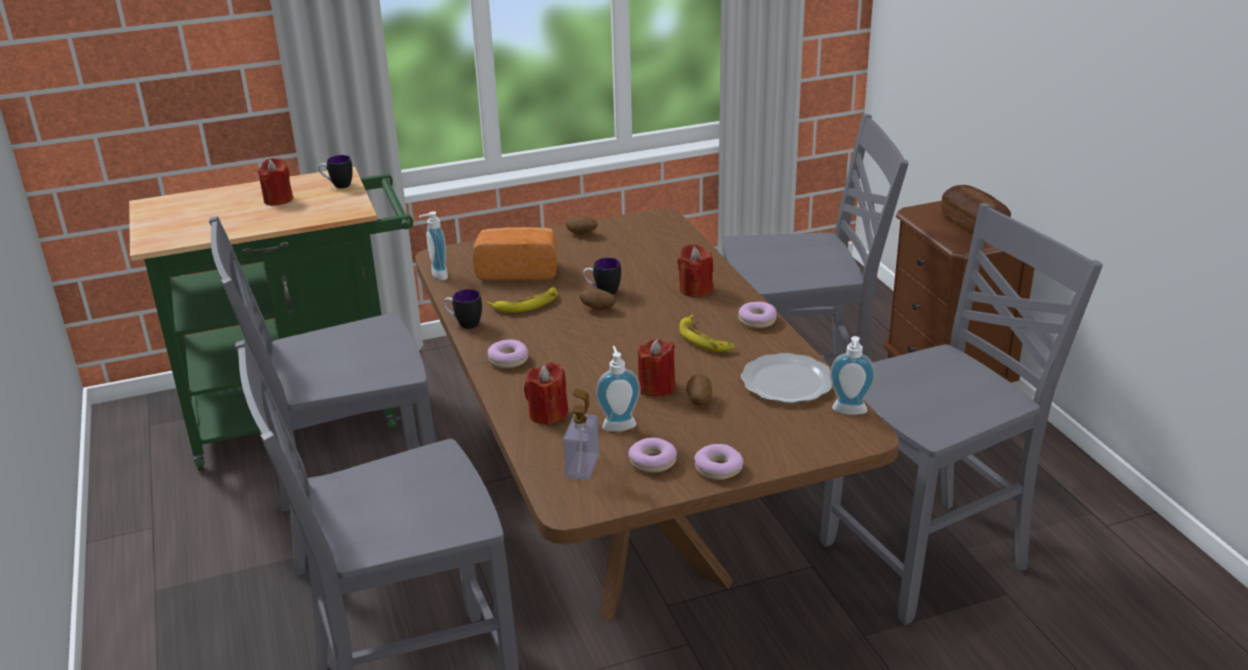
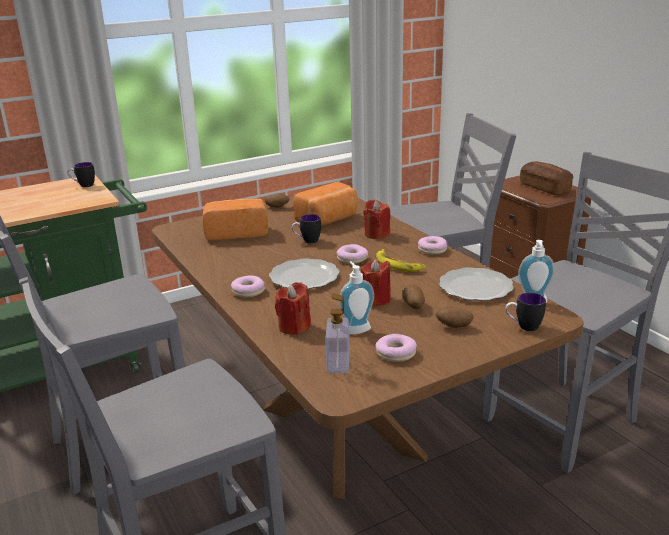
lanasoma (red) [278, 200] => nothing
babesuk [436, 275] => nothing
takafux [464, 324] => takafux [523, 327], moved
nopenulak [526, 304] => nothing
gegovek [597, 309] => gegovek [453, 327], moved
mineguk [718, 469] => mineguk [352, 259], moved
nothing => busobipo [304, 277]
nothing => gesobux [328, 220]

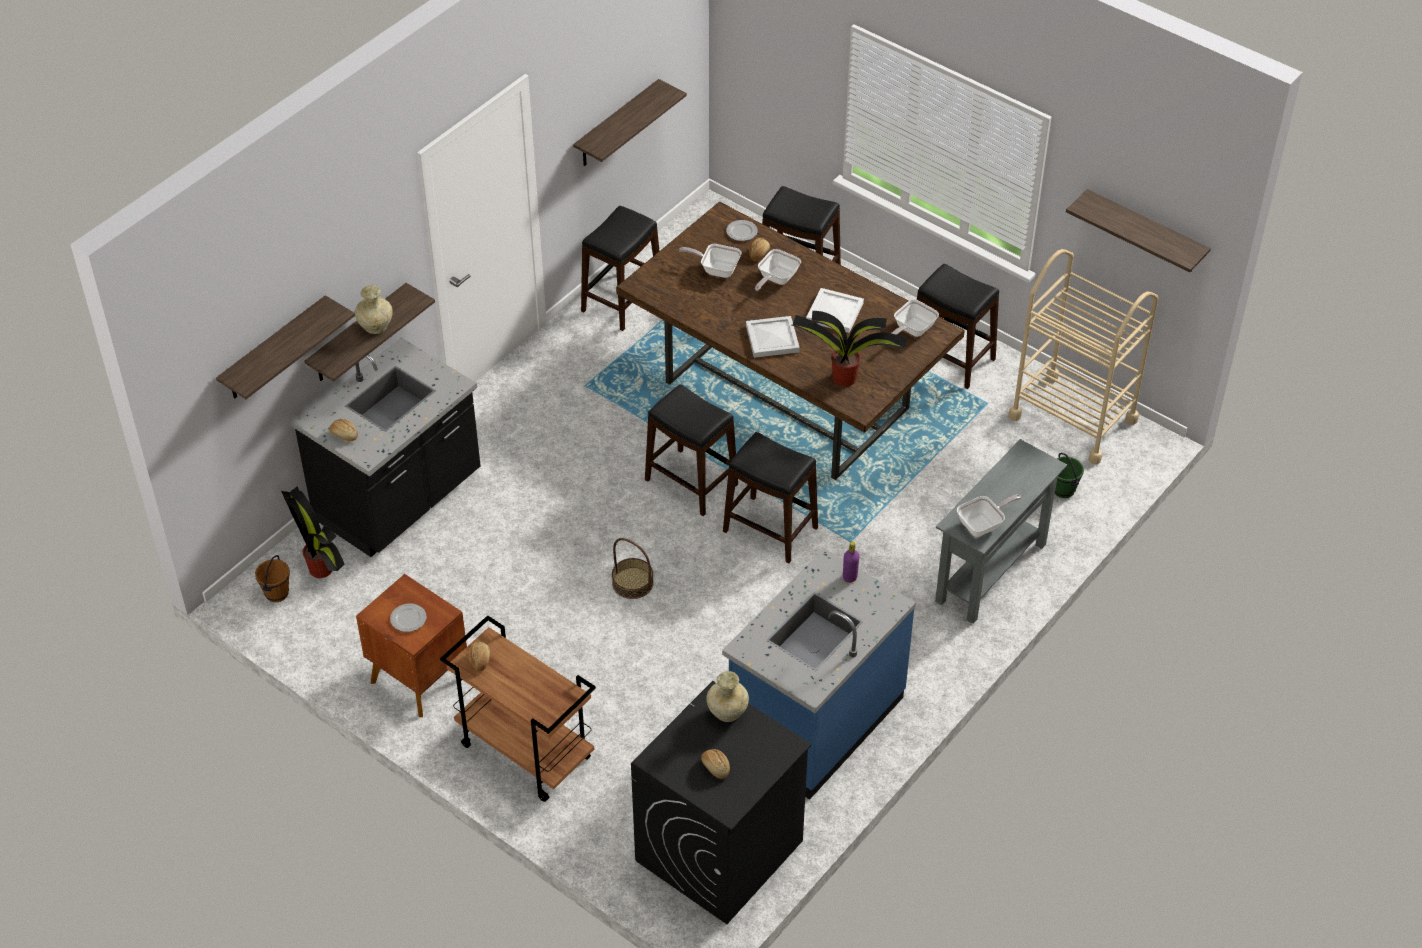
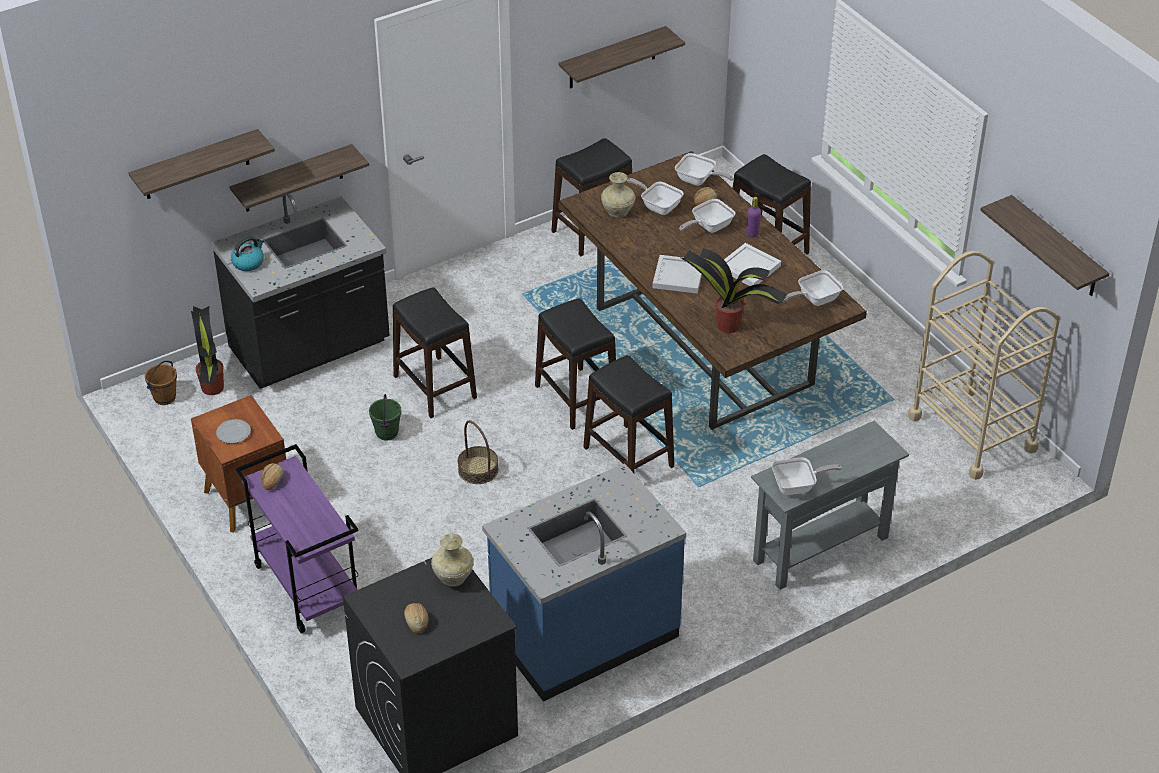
gesobux [344, 434] => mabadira [248, 262]
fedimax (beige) [375, 327] => fedimax (beige) [617, 212], moved
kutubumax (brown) [524, 751] => kutubumax (purple) [306, 586]
busobipo [742, 232] => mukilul [698, 181]
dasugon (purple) [850, 577] => dasugon (purple) [752, 234], moved
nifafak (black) [951, 358] => nifafak (black) [435, 386], moved
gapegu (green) [1064, 490] => gapegu (green) [387, 433], moved

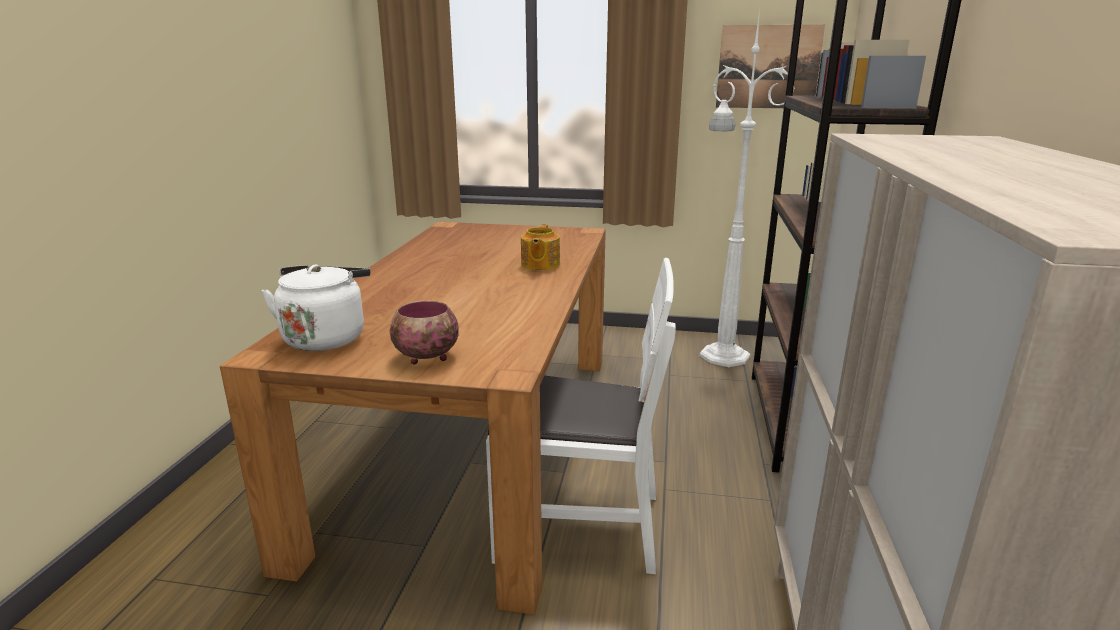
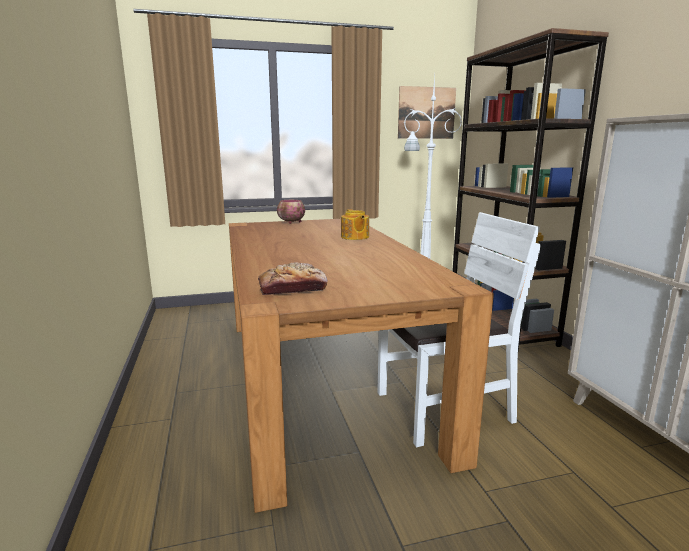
mabadira (white) [326, 337] => gesobux [292, 289]
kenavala [425, 357] => kenavala [291, 222], moved

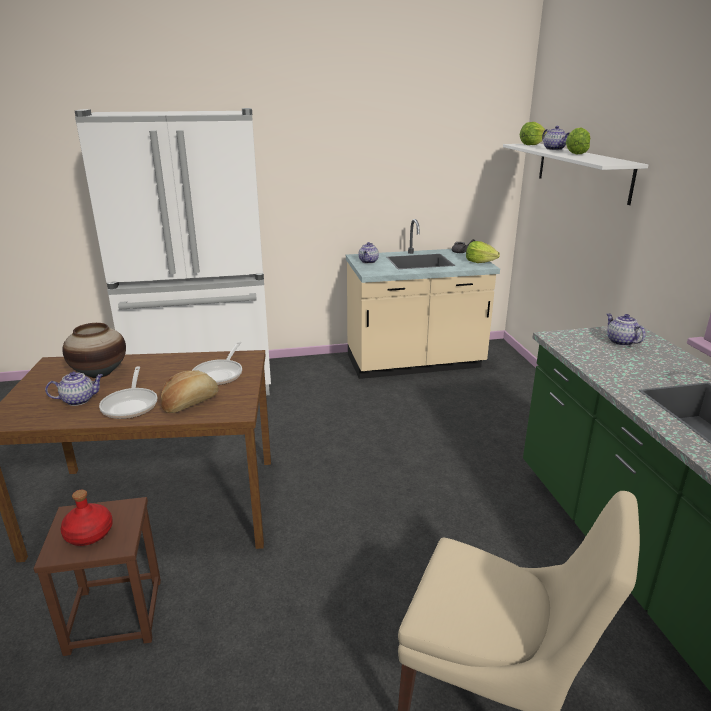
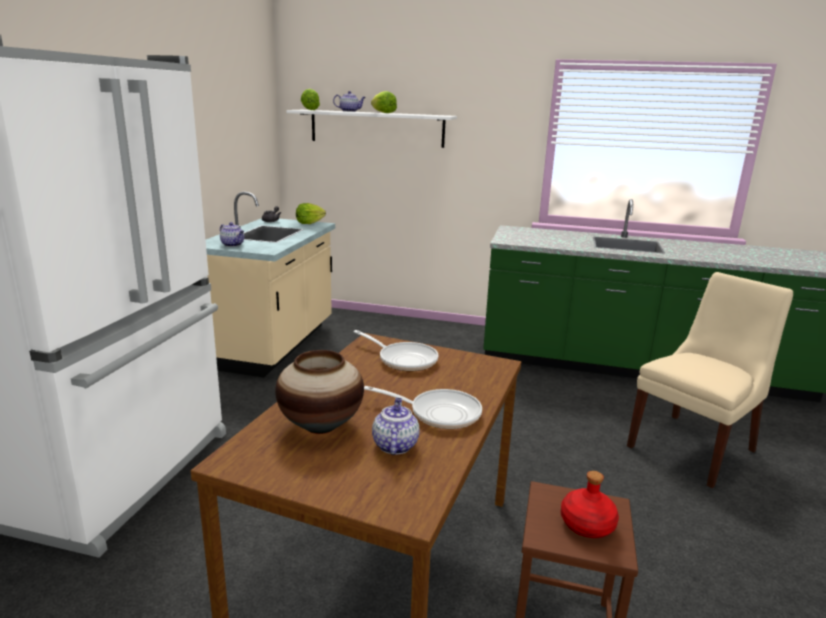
gesobux [190, 403] => nothing
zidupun [620, 341] => nothing

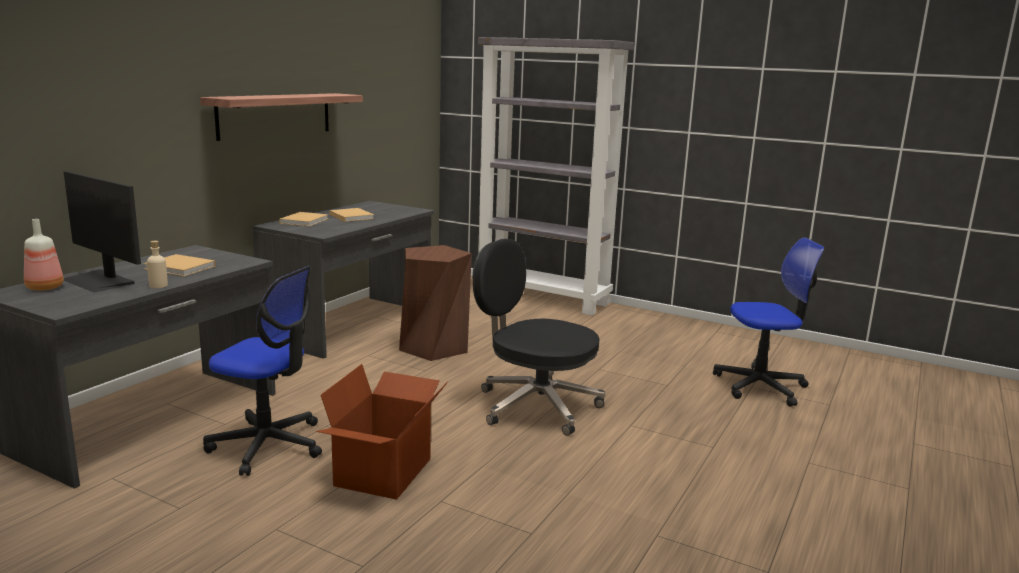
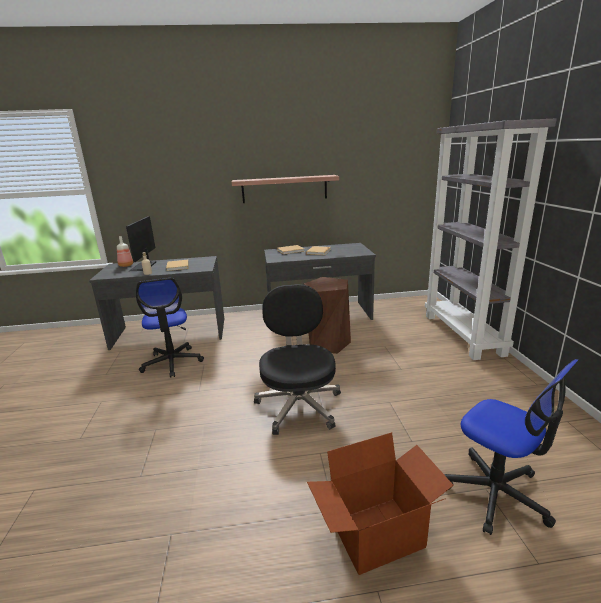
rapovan [385, 472] => rapovan [378, 535], moved

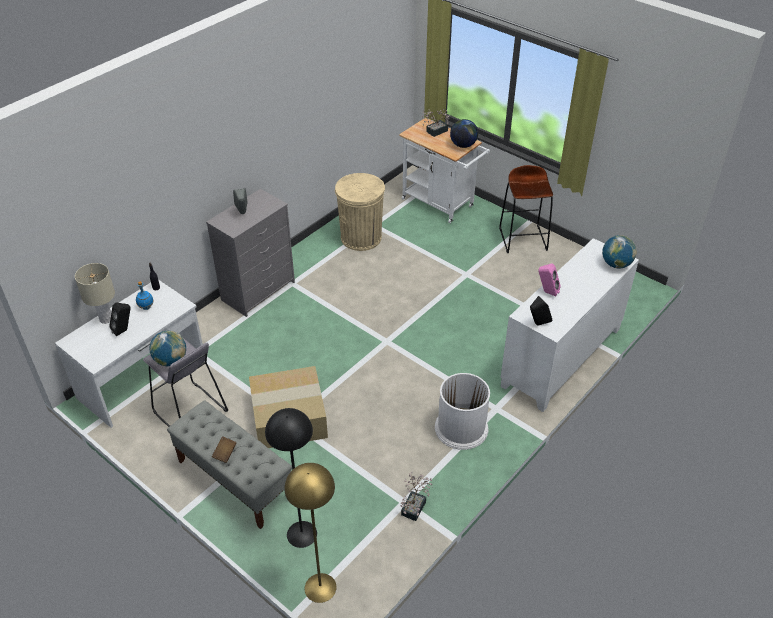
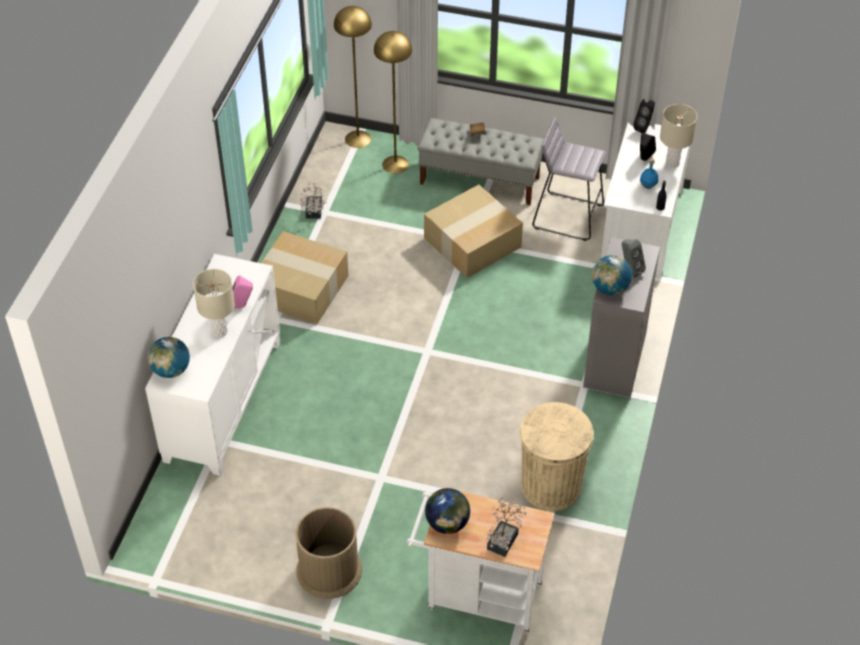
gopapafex [171, 360] => gopapafex [610, 289], moved
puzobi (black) [302, 534] => puzobi (yellow) [395, 164]
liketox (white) [461, 428] => rapovan [302, 288]
nifafak (brown) [523, 239] => liketox (brown) [329, 570]
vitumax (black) [538, 324] => vitumax (black) [644, 127], moved
nothing => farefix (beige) [220, 332]

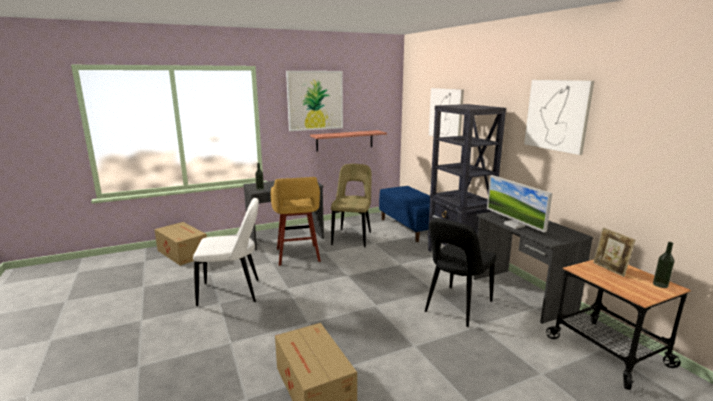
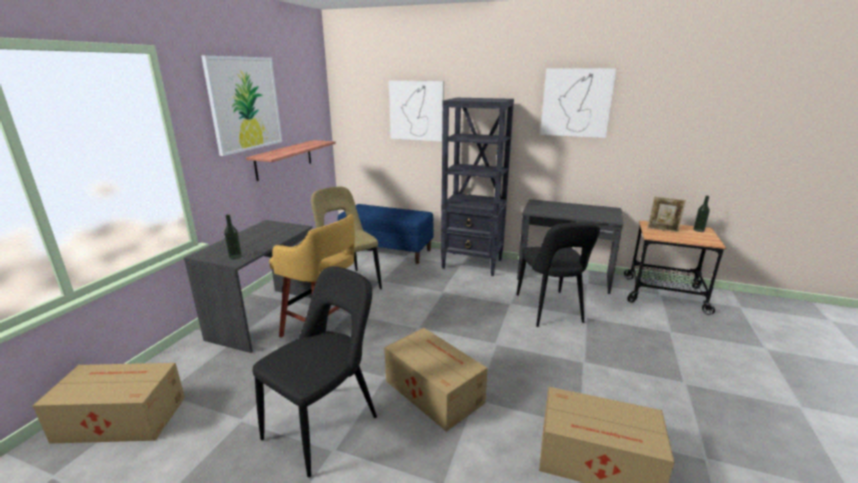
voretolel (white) [233, 292] => voretolel (black) [325, 424]
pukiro [514, 225] => nothing
nothing => rapovan [433, 390]

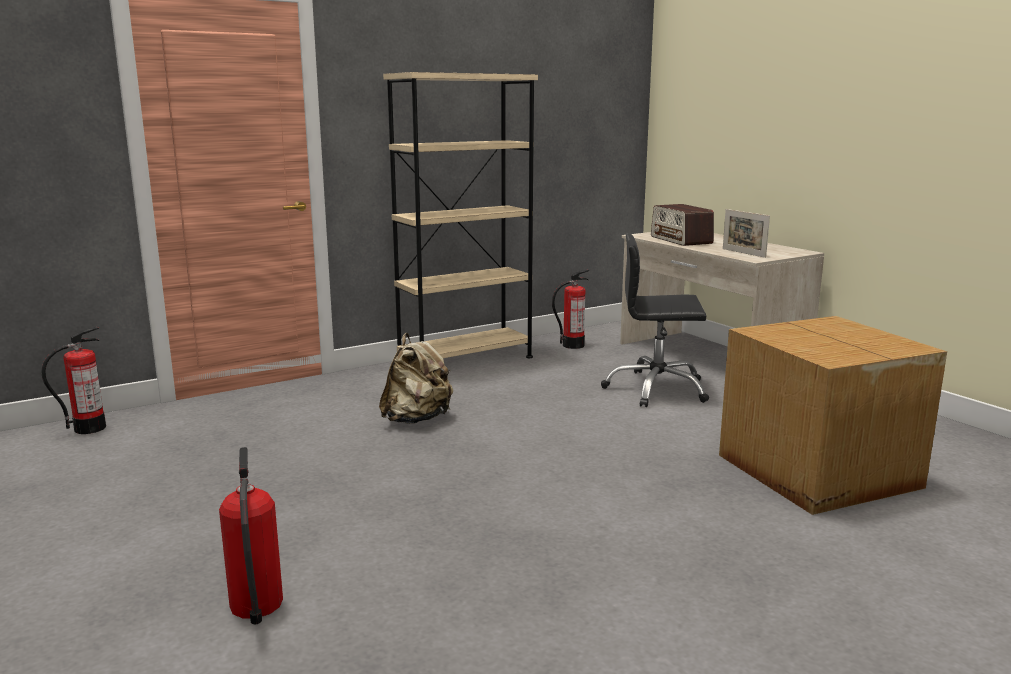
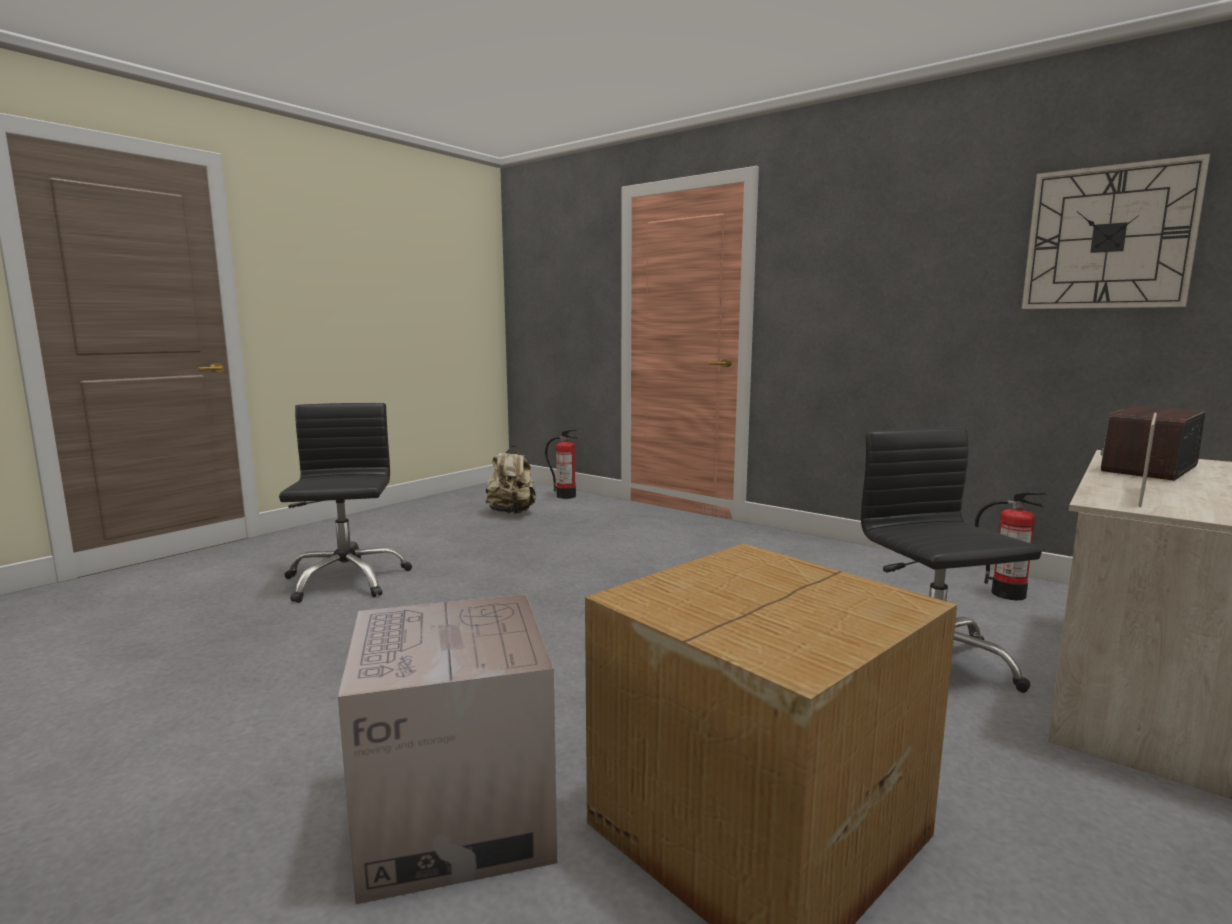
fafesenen [257, 606] => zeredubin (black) [346, 580]
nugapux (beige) [417, 419] => nugapux (beige) [511, 513], moved
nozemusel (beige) [465, 360] => nothing
nothing => rapovan [455, 816]
nothing => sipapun [1108, 238]

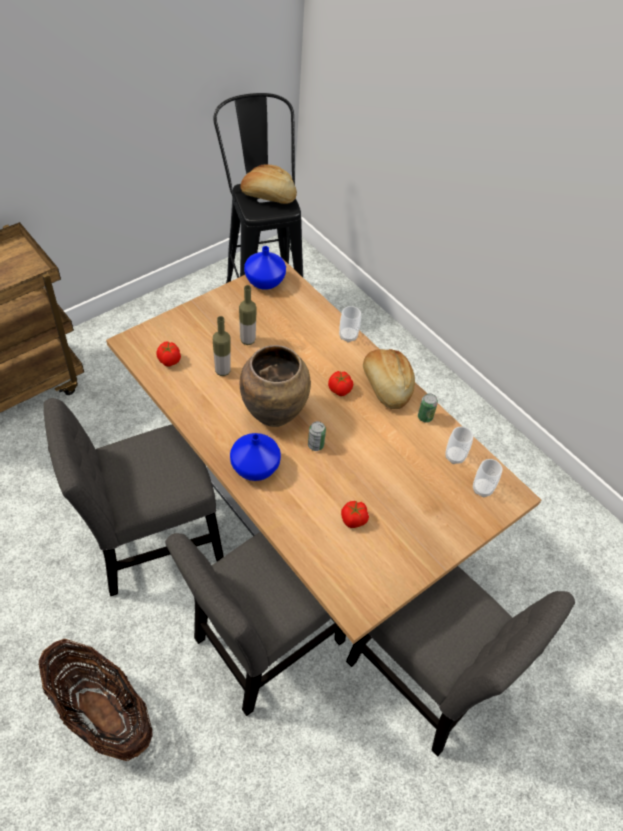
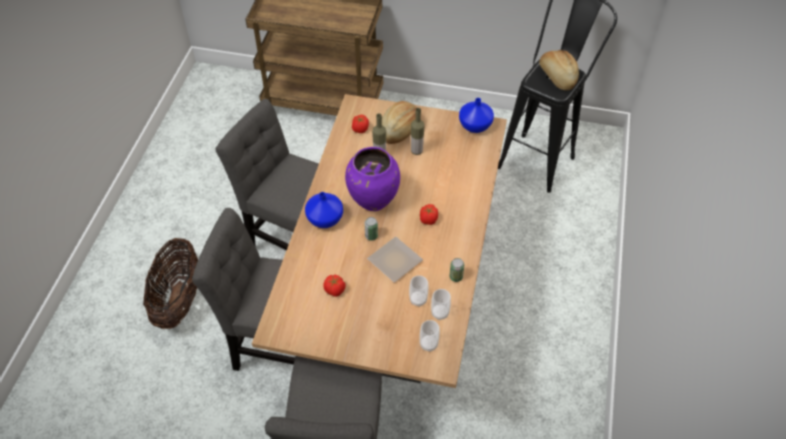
fedimax (brown) [275, 414] => fedimax (purple) [373, 202]
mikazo [348, 336] => mikazo [418, 300], moved
gesobux [385, 386] => gesobux [399, 129], moved
nothing => busobipo [393, 261]

